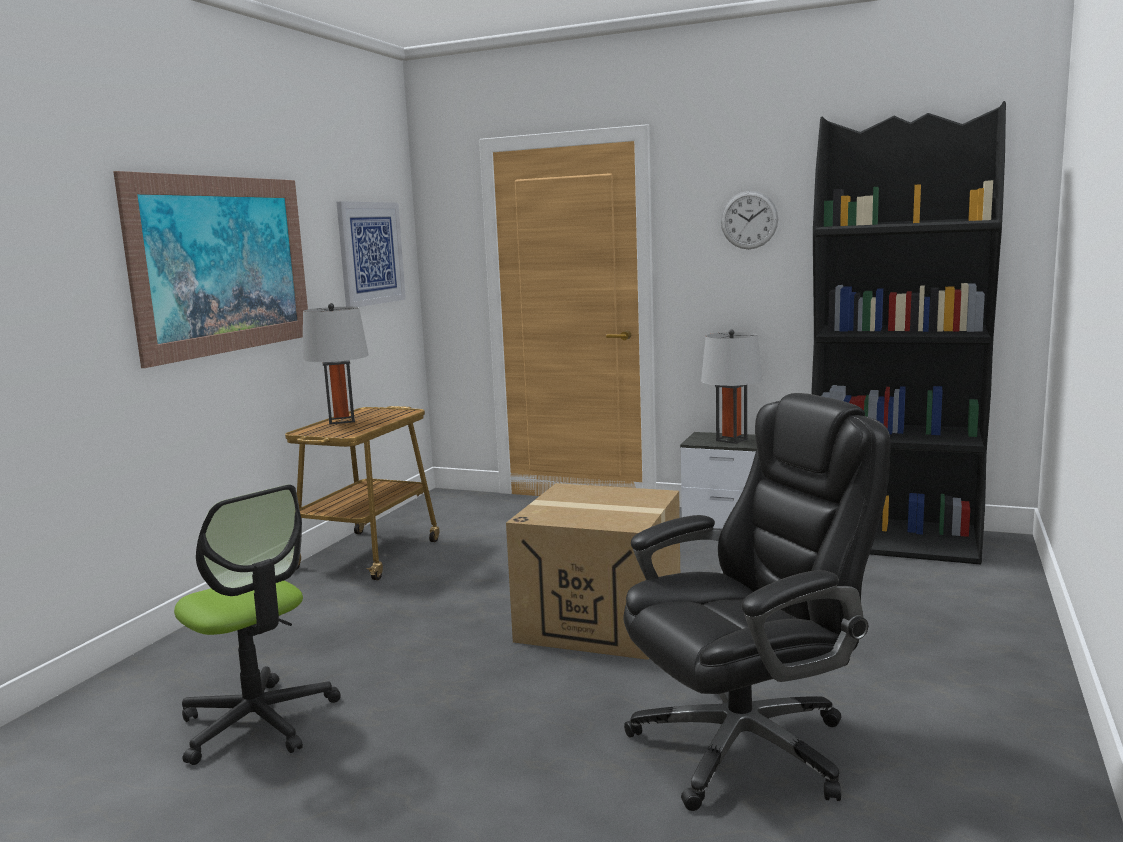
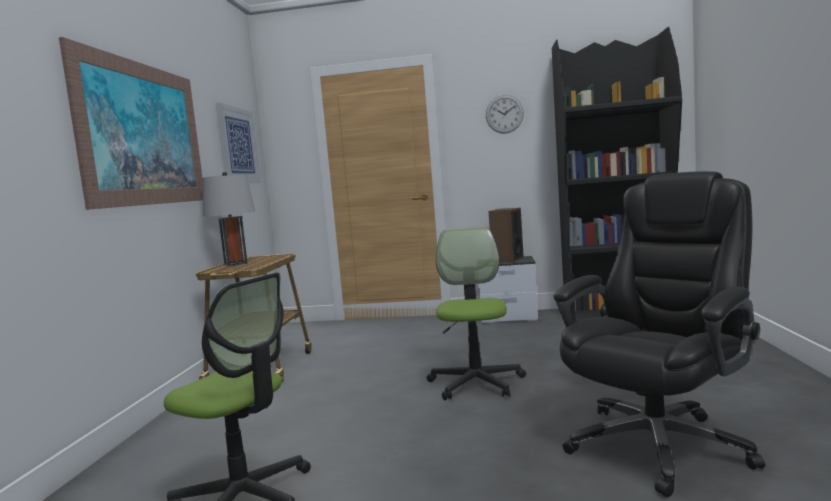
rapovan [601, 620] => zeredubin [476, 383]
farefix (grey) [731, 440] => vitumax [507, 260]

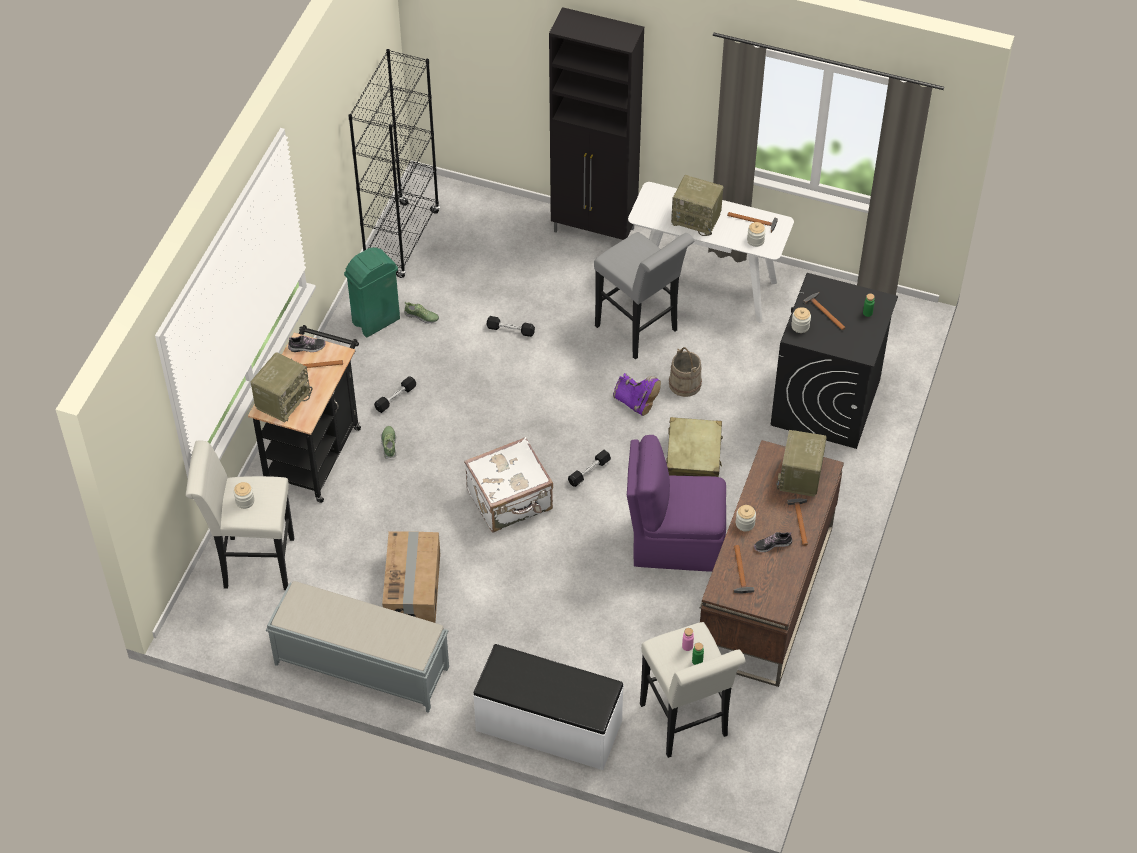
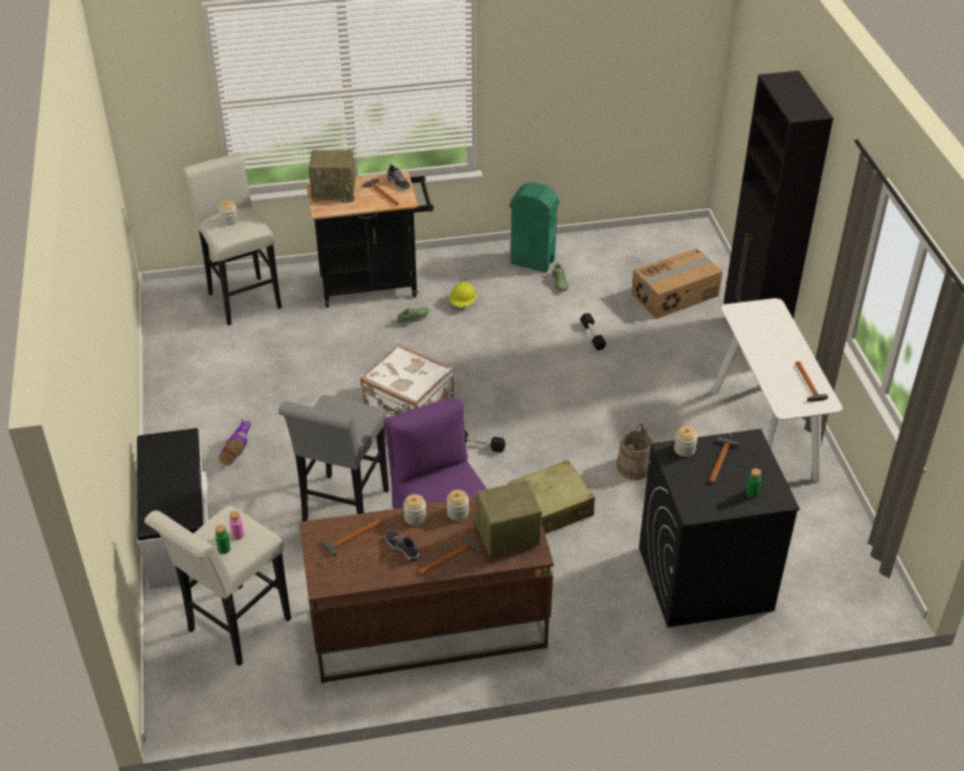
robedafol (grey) [360, 665] => nothing
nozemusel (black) [402, 240] => nothing
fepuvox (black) [395, 398] => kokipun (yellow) [463, 303]
rapovan [413, 587] => rapovan [675, 295], moved
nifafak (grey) [640, 331] => nifafak (grey) [343, 510], moved
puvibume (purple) [636, 403] => puvibume (purple) [238, 454], moved
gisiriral [697, 219] => nothing
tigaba [755, 240] => tigaba [457, 513], moved

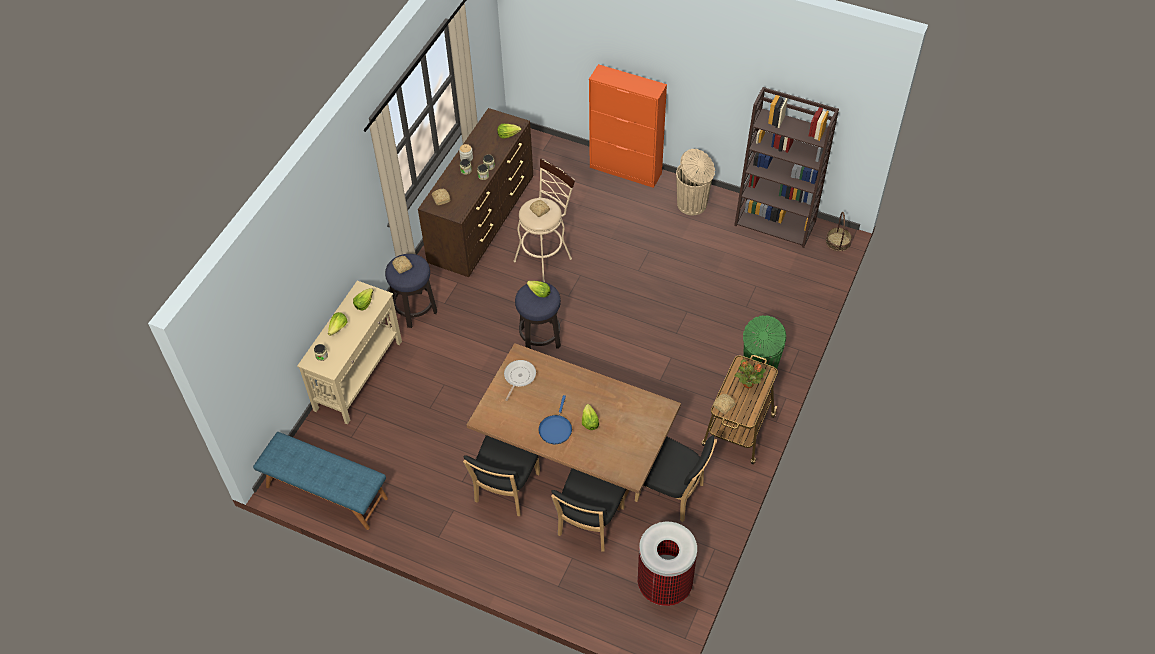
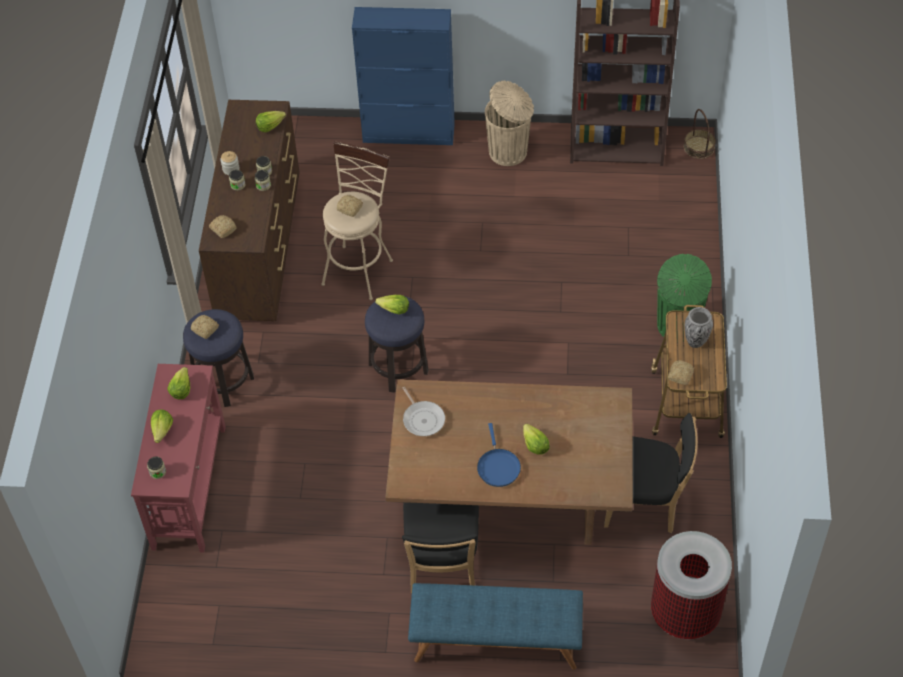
robedafol (blue) [326, 493] => robedafol (blue) [496, 642], moved
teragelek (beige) [359, 375] => teragelek (red) [190, 486]
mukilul [519, 377] => mukilul [423, 419], 150 degrees clockwise
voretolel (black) [589, 524] => nothing
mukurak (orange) [626, 170] => mukurak (blue) [409, 133]
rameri [747, 384] => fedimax [695, 341]

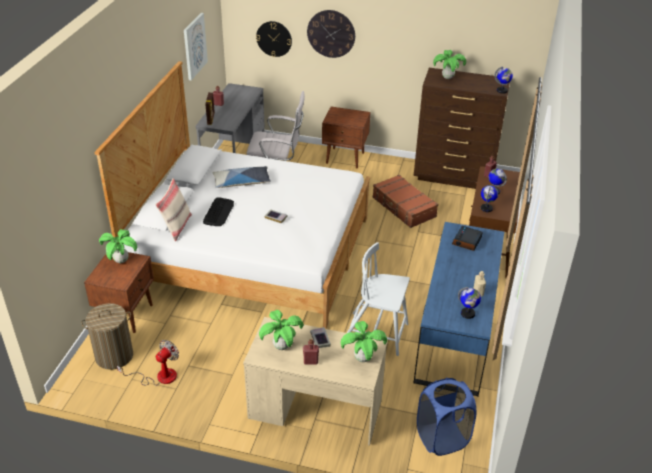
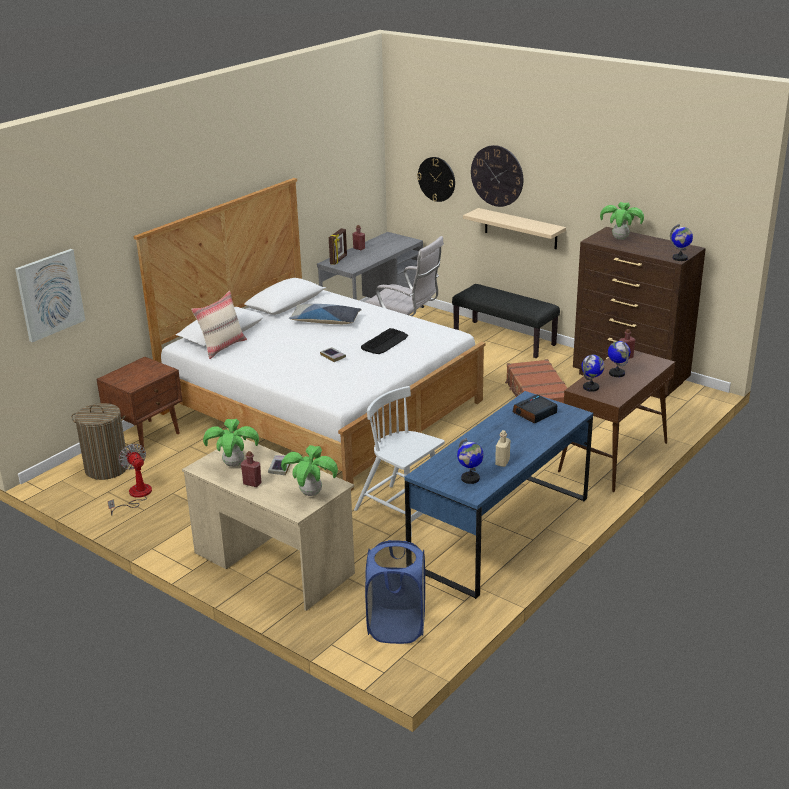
rameri [121, 261] => nothing
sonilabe [159, 377] => sonilabe [135, 496], 90 degrees counterclockwise
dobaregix [194, 46] => dobaregix [50, 294], moved
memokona [219, 212] => memokona [385, 342], moved
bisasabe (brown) [345, 158] => robedafol (black) [505, 339]
nothing => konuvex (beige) [520, 228]

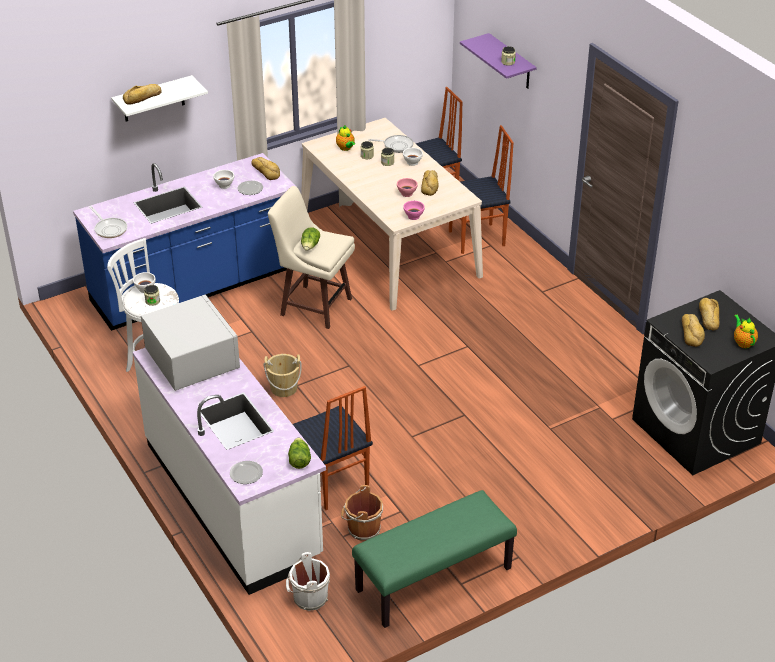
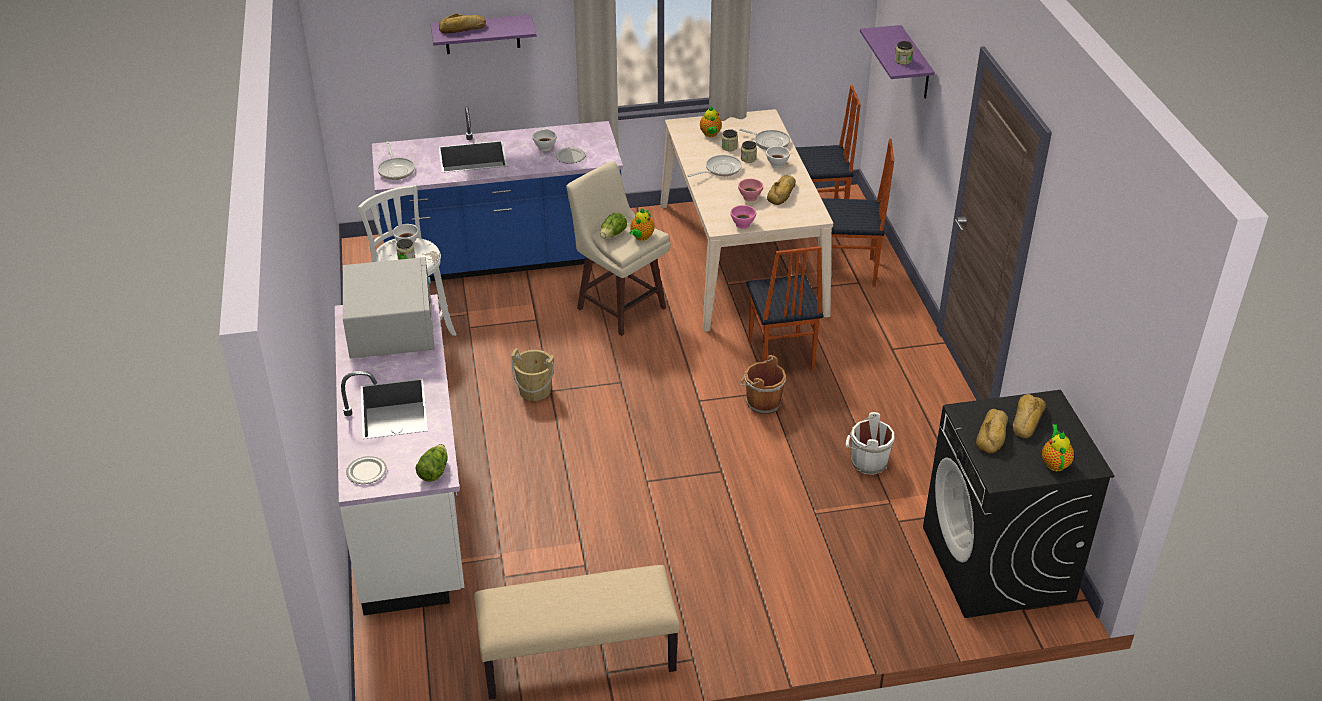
konuvex (white) [153, 99] => konuvex (purple) [482, 34]
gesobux [266, 171] => nothing
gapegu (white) [308, 598] => gapegu (white) [867, 462], moved
voretolel [333, 485] => voretolel [779, 357], moved
gapegu (brown) [362, 529] => gapegu (brown) [761, 403], moved
robedafol (green) [434, 580] => robedafol (beige) [578, 659]
nothing => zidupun [641, 237]
nothing => mukilul [720, 170]

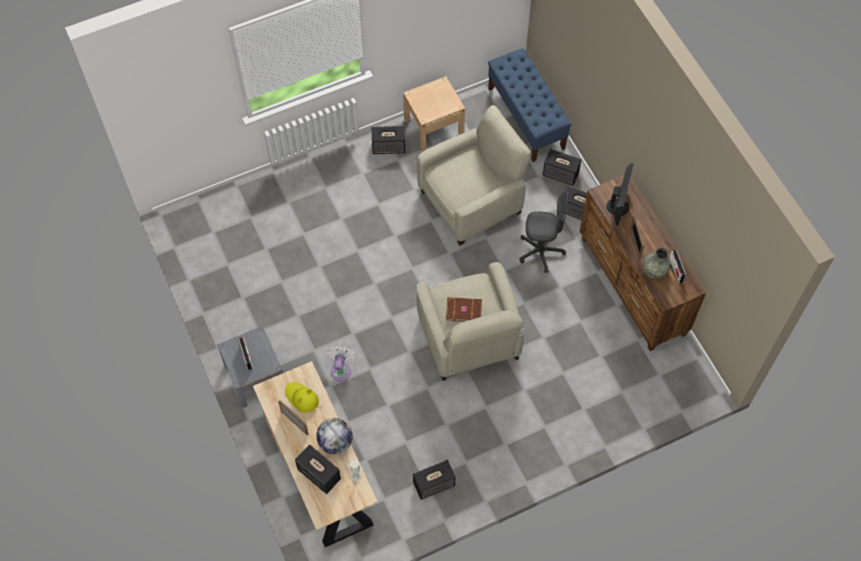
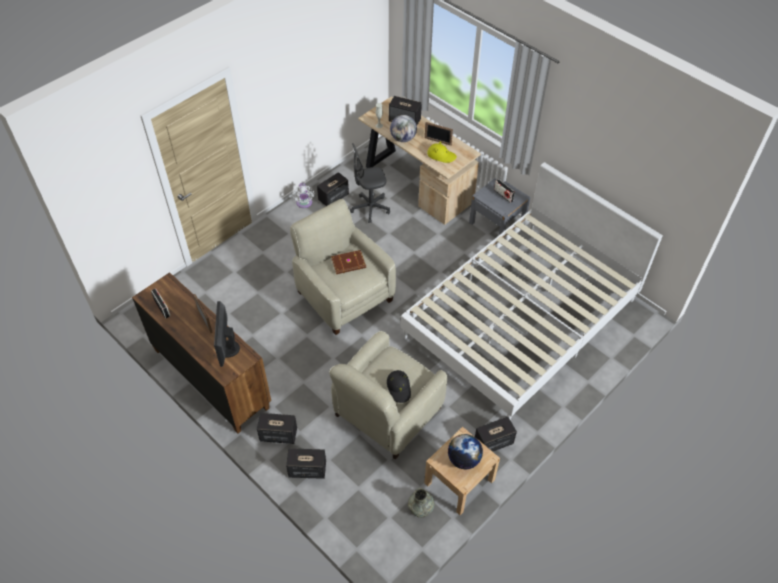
sonilabe (white) [341, 369] => sonilabe (white) [304, 204], moved
robedafol (blue) [526, 118] => nothing
zeredubin (grey) [540, 252] => zeredubin (grey) [370, 208], moved
fedimax (grey) [655, 269] => fedimax (grey) [420, 507], moved
nothing => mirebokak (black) [399, 387]
nothing => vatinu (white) [521, 318]
nothing => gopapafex [464, 459]

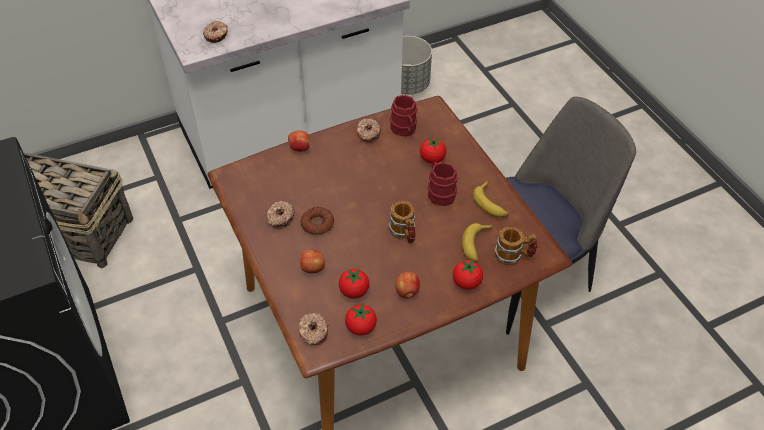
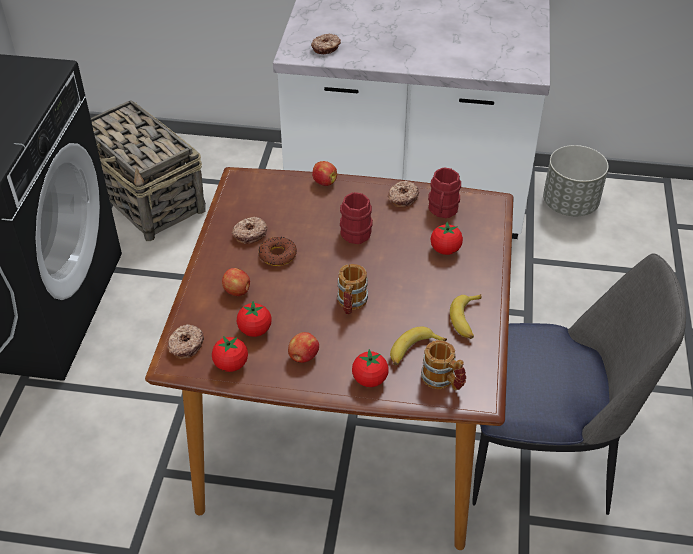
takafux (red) [439, 192] => takafux (red) [357, 230], moved

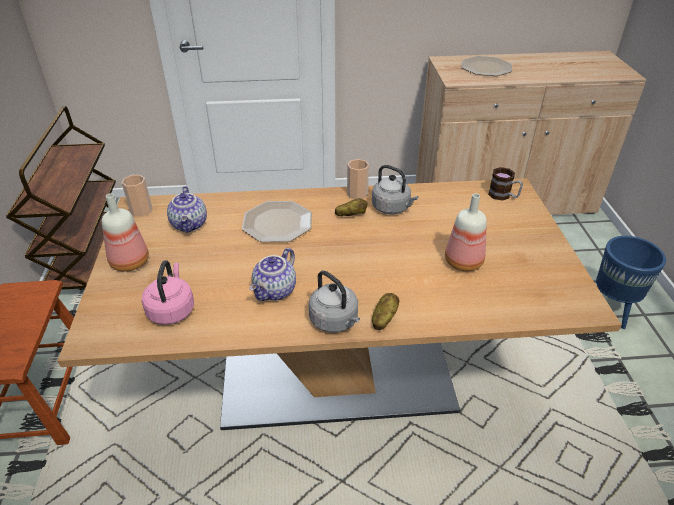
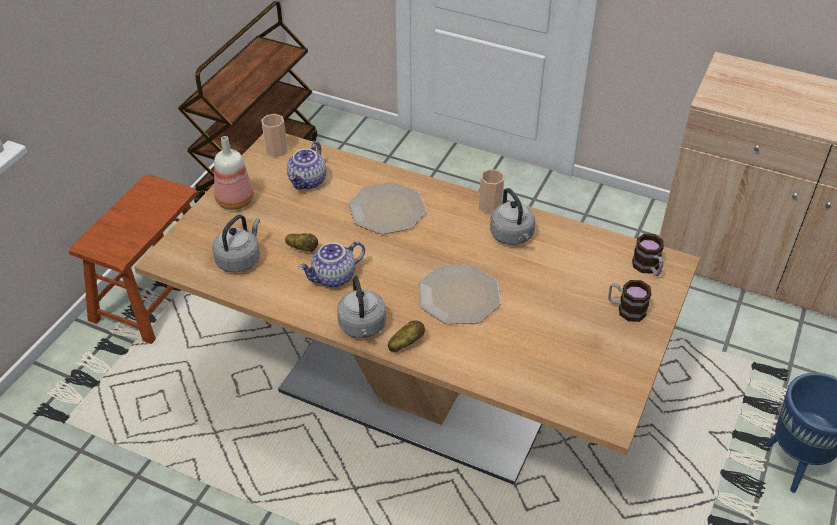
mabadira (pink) [172, 310] => mabadira (grey) [240, 259]
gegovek [351, 215] => gegovek [303, 248], moved
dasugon [464, 263] => nothing
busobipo [486, 67] => busobipo [459, 295], moved
nothing => takafux [626, 309]

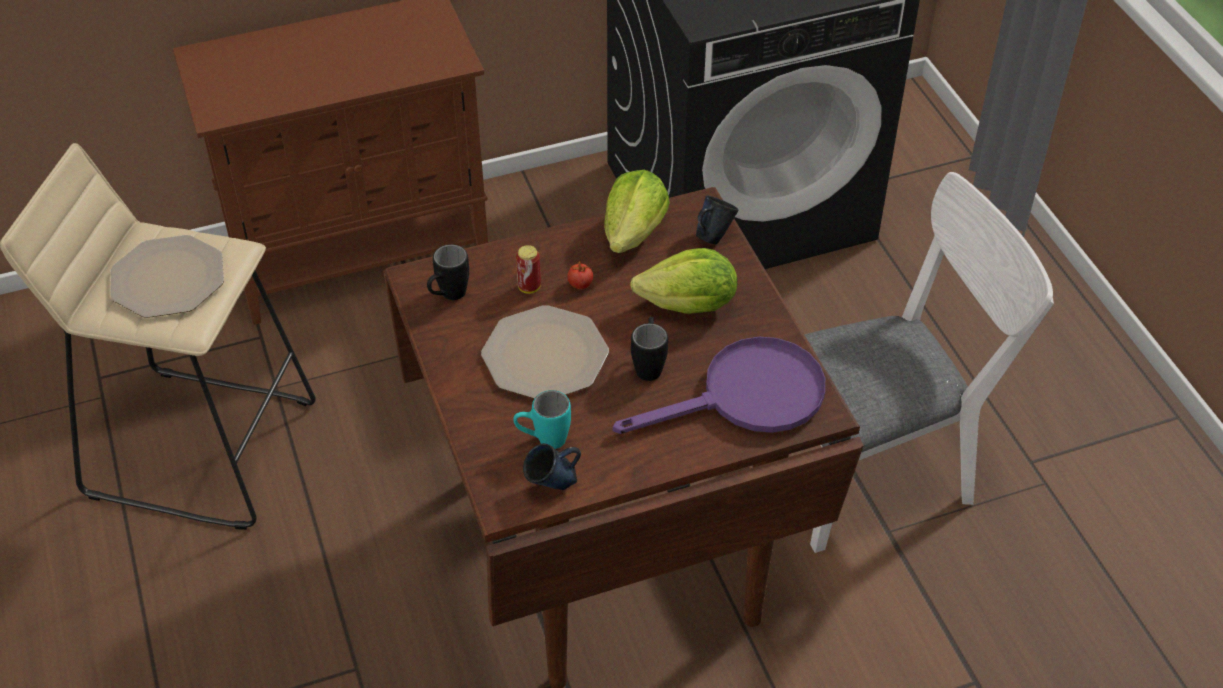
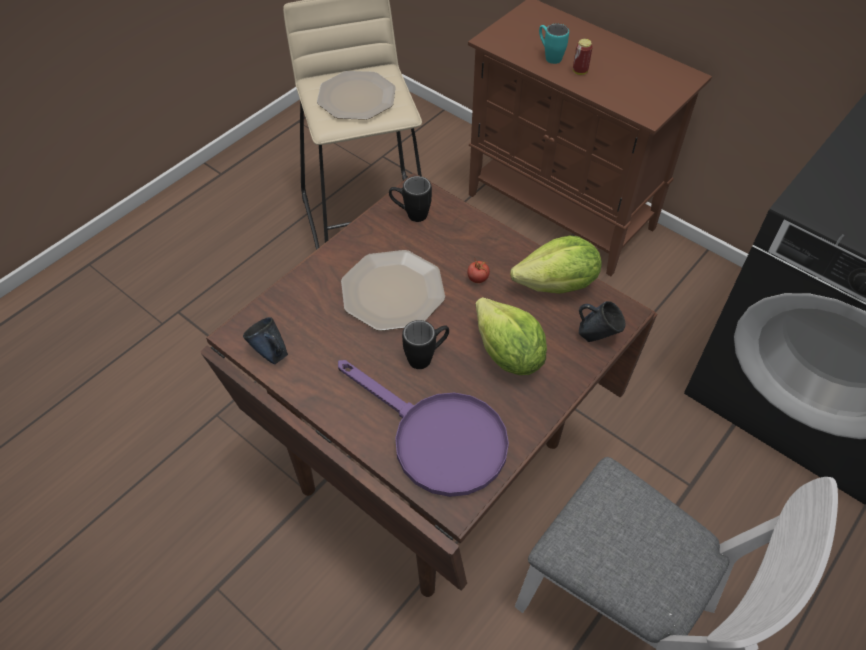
takafux (turquoise) [543, 440] => takafux (turquoise) [549, 56], moved
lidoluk [529, 287] => lidoluk [580, 71], moved

